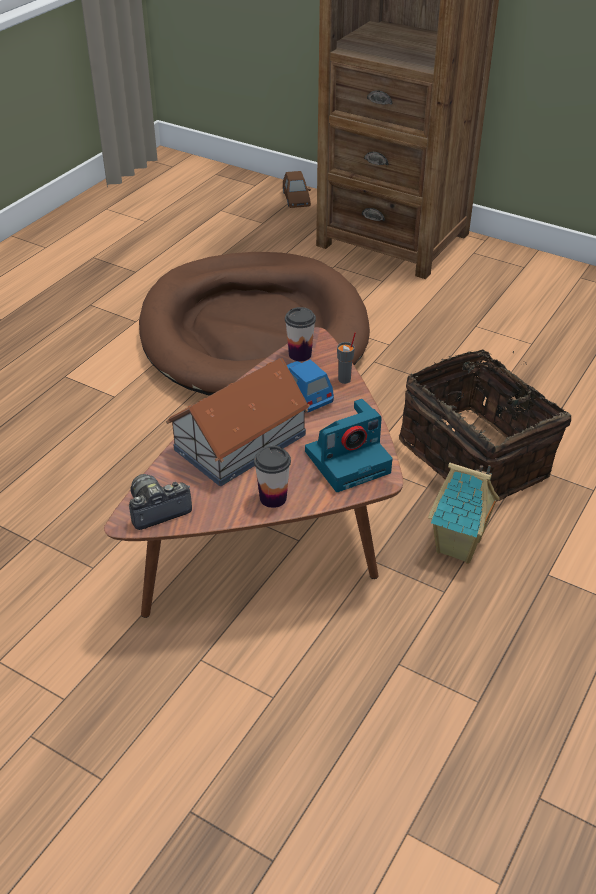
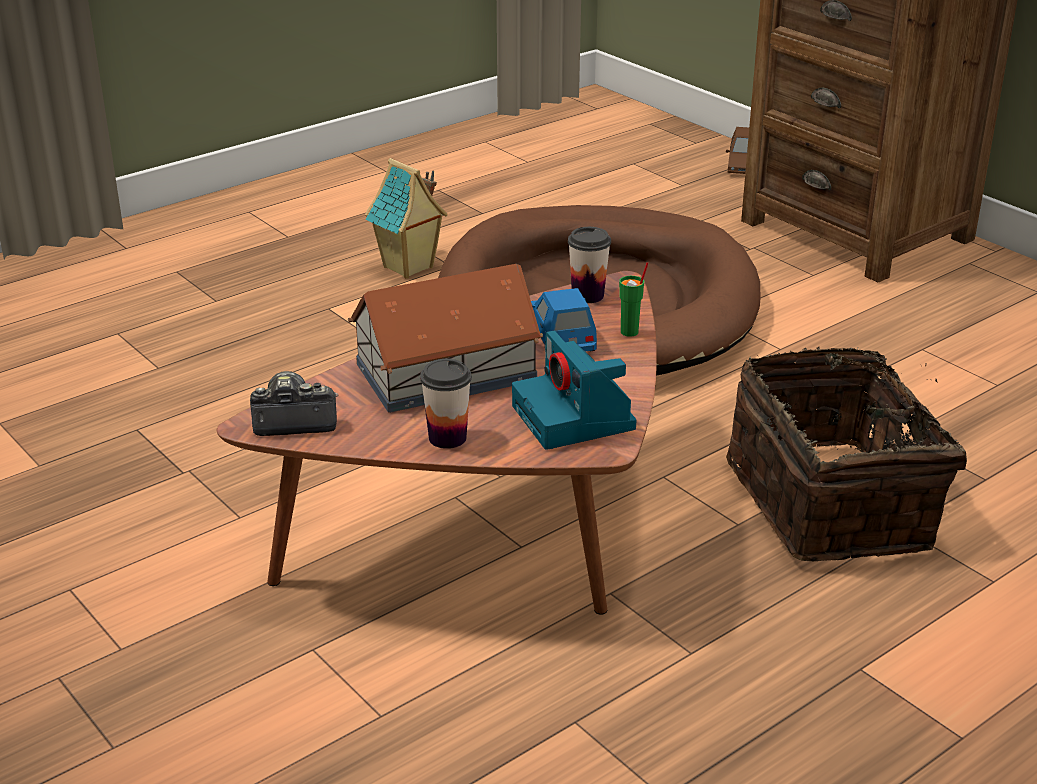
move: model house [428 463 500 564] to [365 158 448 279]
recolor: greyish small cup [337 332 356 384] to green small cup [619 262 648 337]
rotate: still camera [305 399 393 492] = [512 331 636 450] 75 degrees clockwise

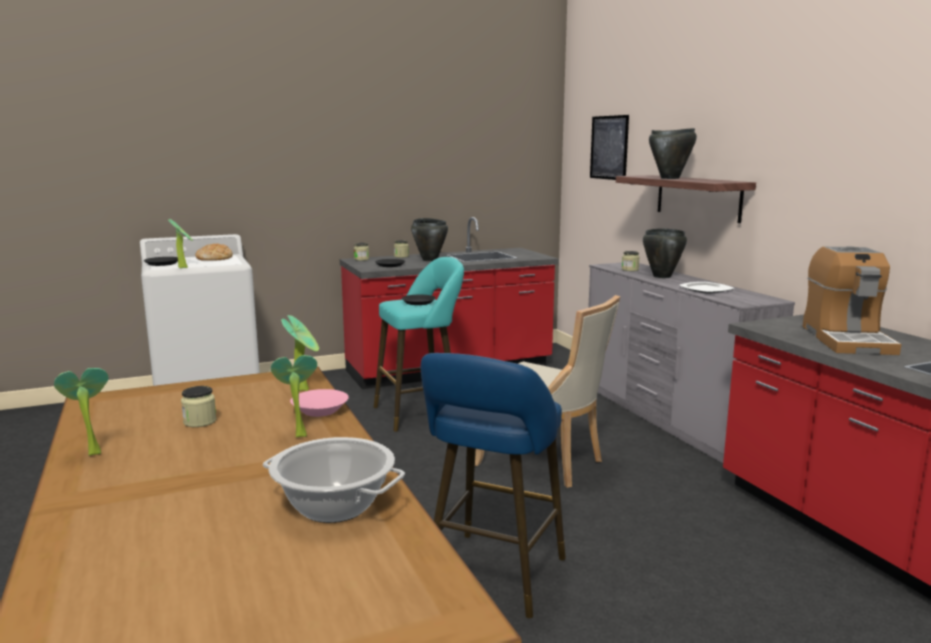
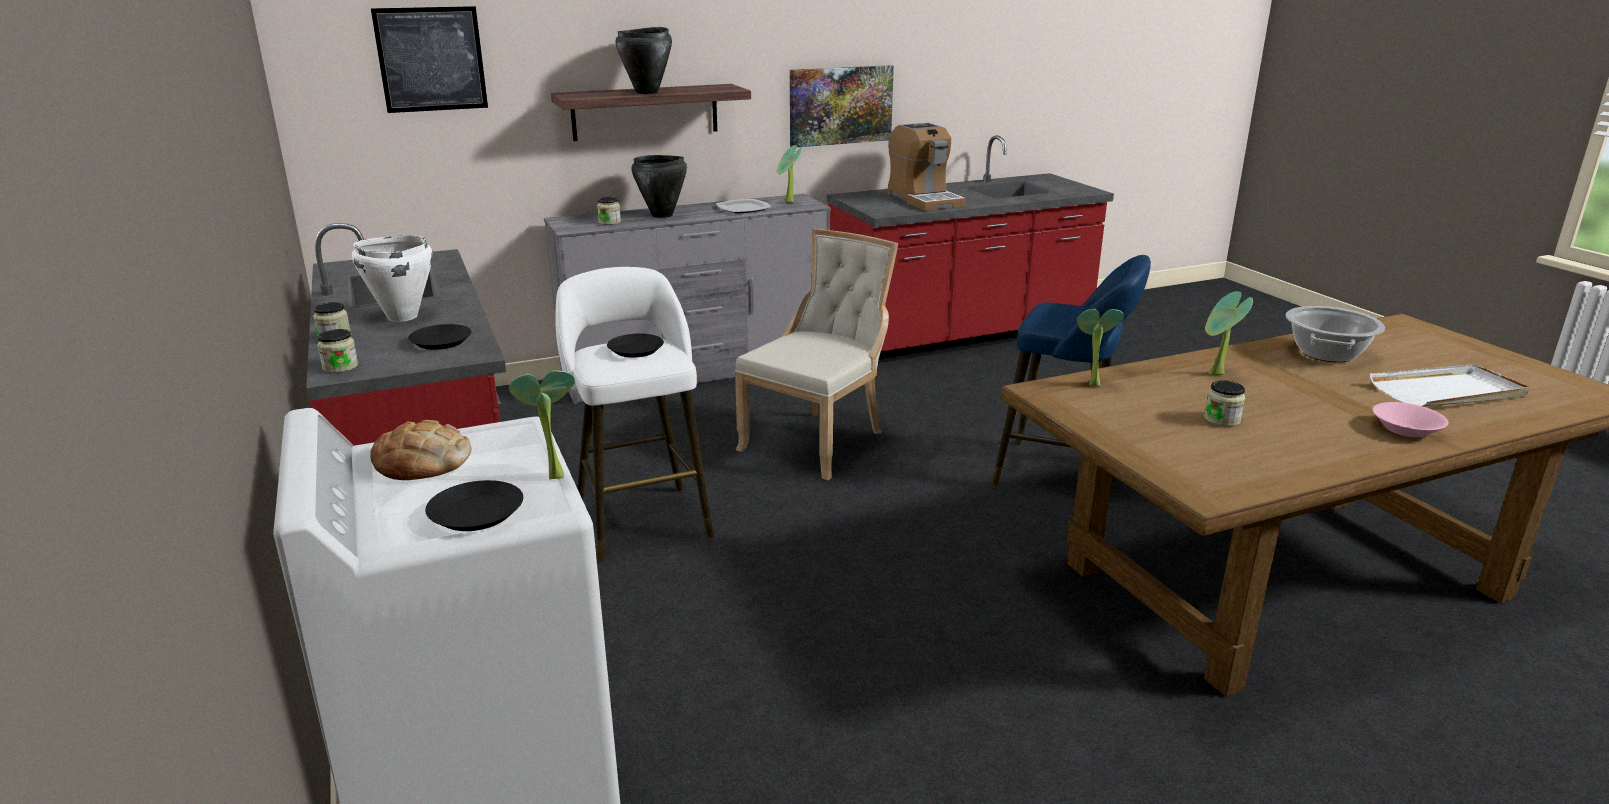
insert: wall art [790 65 894 147]; white-coloured serving tray [1369 364 1530 407]
move: potted plant [54 368 108 456] to [777 145 802 203]; pink deep dish [290 389 349 417] to [1372 402 1448 437]
recolor: black-coloured cooking pot [411 218 448 261] to white-coloured cooking pot [352 236 433 322]; turquoise-coloured stool seat [374 257 464 432] to white-coloured stool seat [556 267 714 562]
rotate: coffee brewer [803 246 901 355] = [888 123 966 211] 60 degrees clockwise

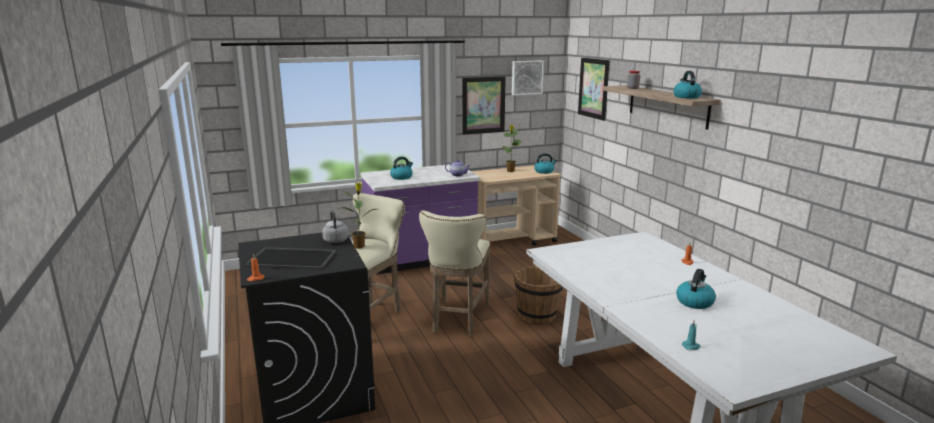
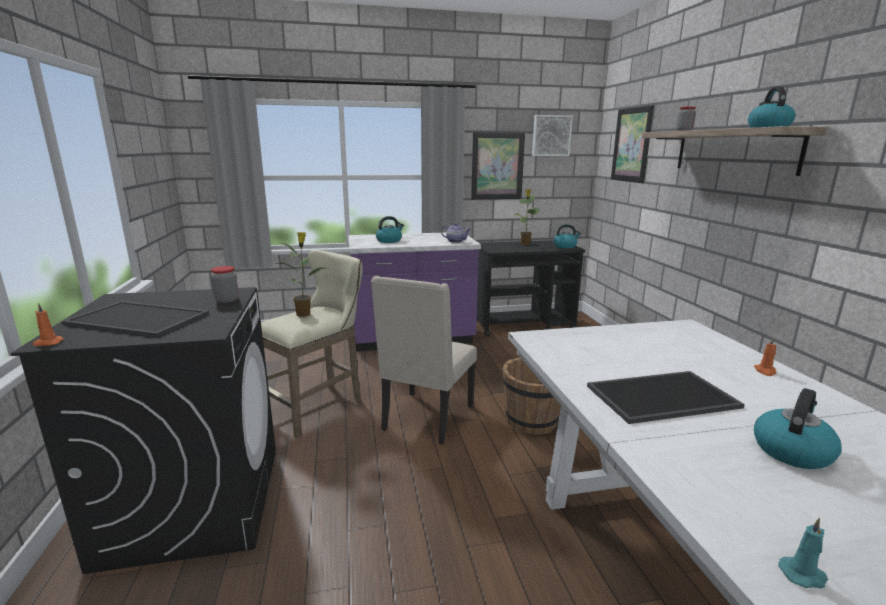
insert: serving tray [587 371 745 424]
replace: greyish water kettle [322 210 348 243] to storage jar [211 266 239 303]; beige stool seat [419 210 490 337] to beige chair [371 276 477 444]
recolor: beige trolley [471 165 561 245] to black-coloured trolley [477 240 585 336]

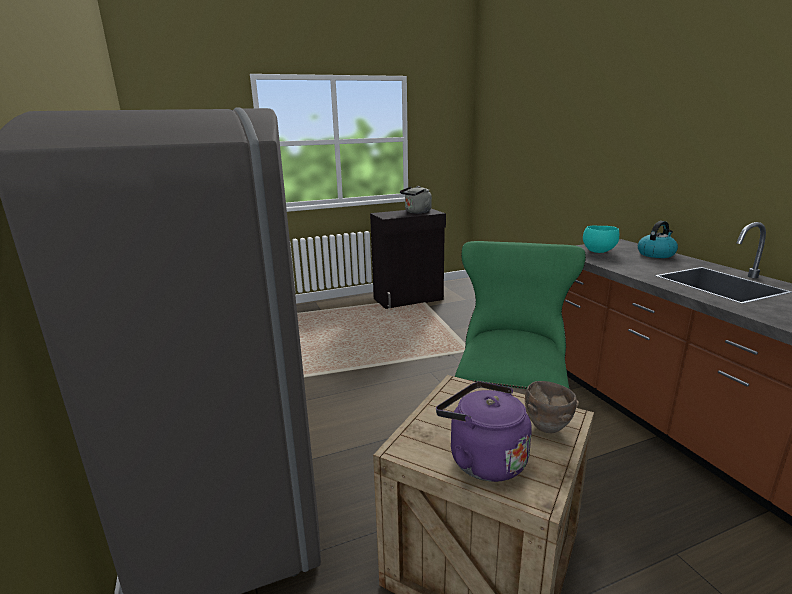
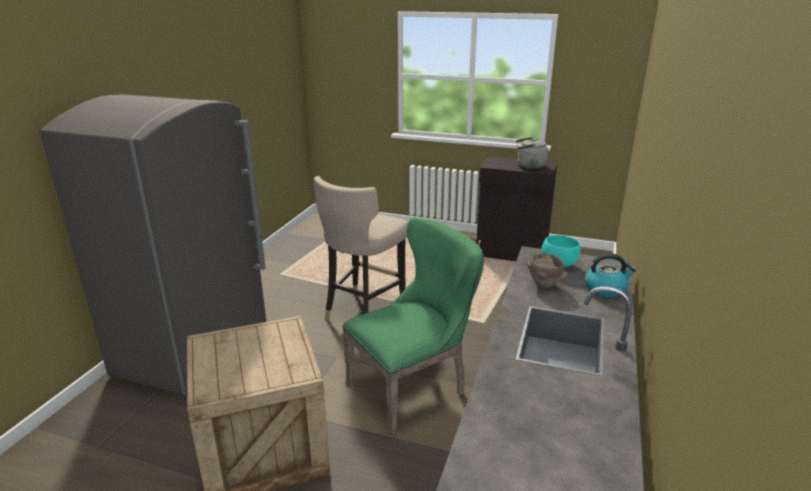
delete: purple water kettle [436 381 532 482]
insert: beige stool seat [314 176 408 320]
move: brown deep dish [525 381 579 433] to [527 254 568 289]

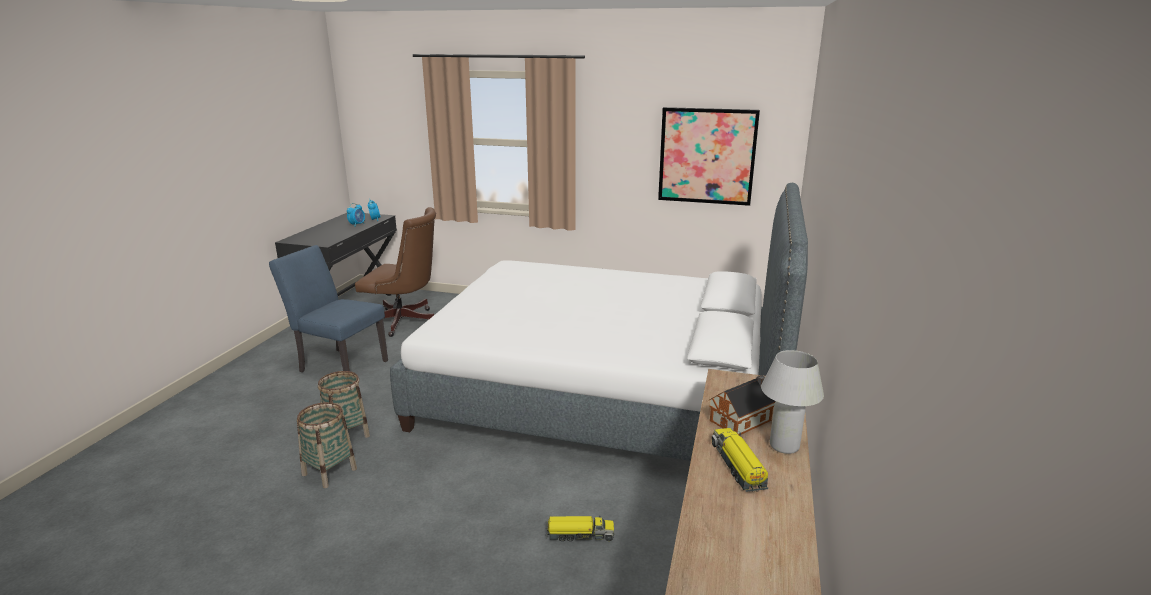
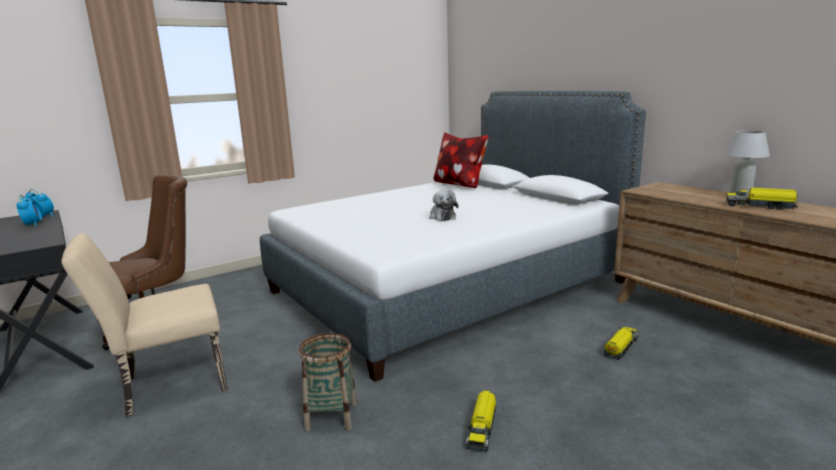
delete: storage basket [297 402 357 488]; wall art [658 107 760 206]; model house [709 375 775 435]
insert: soft toy [430 190 458 221]; throw pillow [433 133 489 188]; model truck [466 390 496 452]
recolor: blue-coloured chair [269 245 388 372] to beige chair [61 233 228 417]

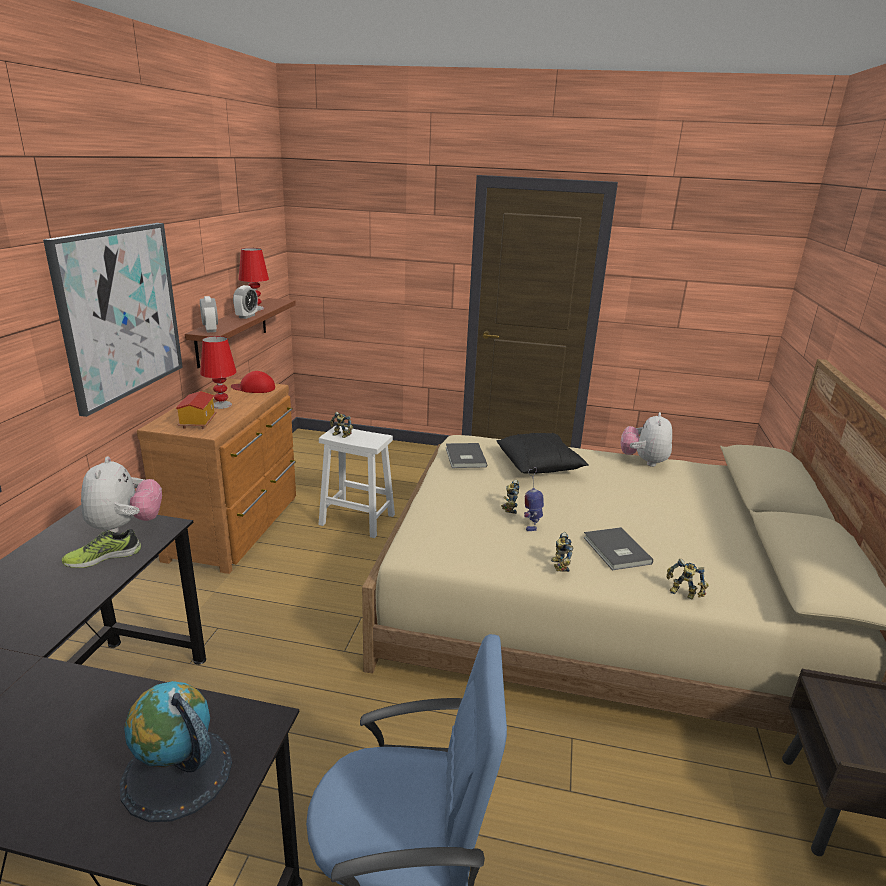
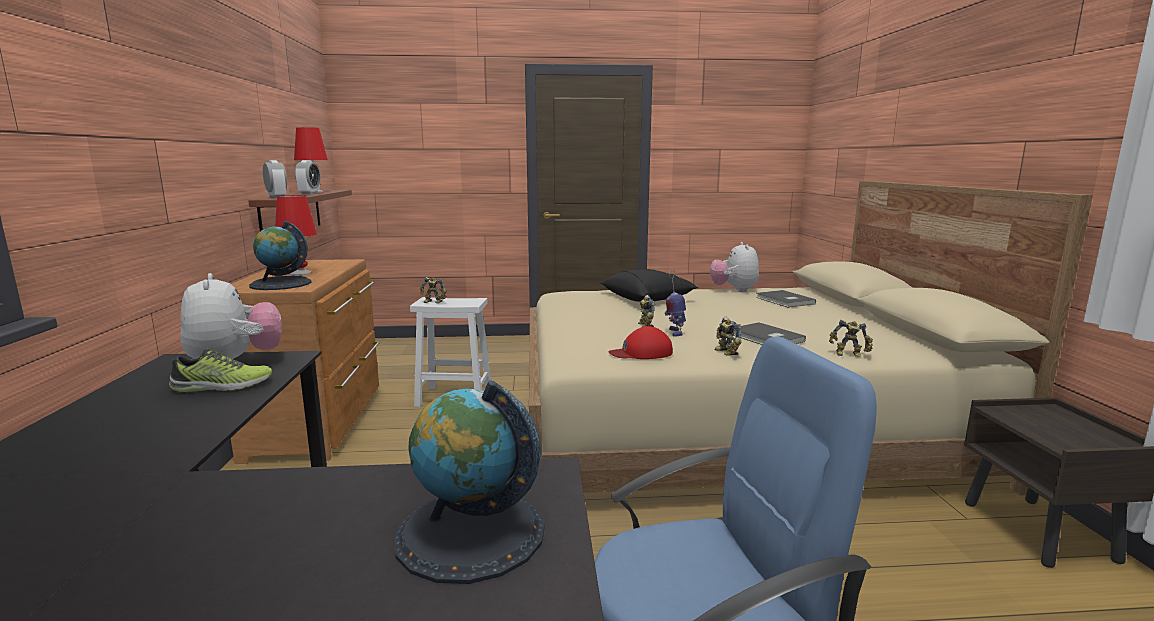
delete: wall art [43 223 183 417]
move: reddish cap [231 371 275 393] to [608 326 673 359]; greyish bound book [446 443 487 468] to [756 290 816 308]
replace: model house [176 391 217 429] to globe [249 221 312 290]
rotate: item of footwear [62 529 141 568] = [169 349 272 393] 150 degrees counterclockwise

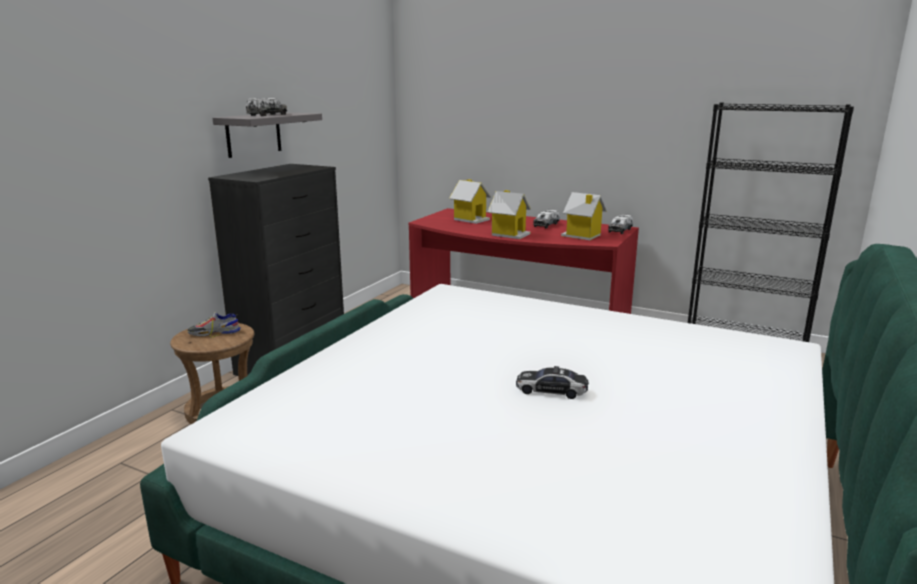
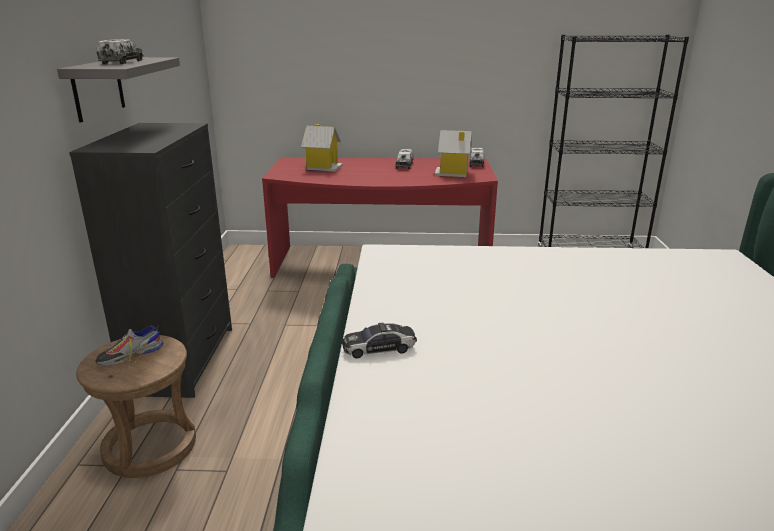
delete: model house [487 190 531 239]
move: model car [516 366 589 399] to [342 323 417 359]

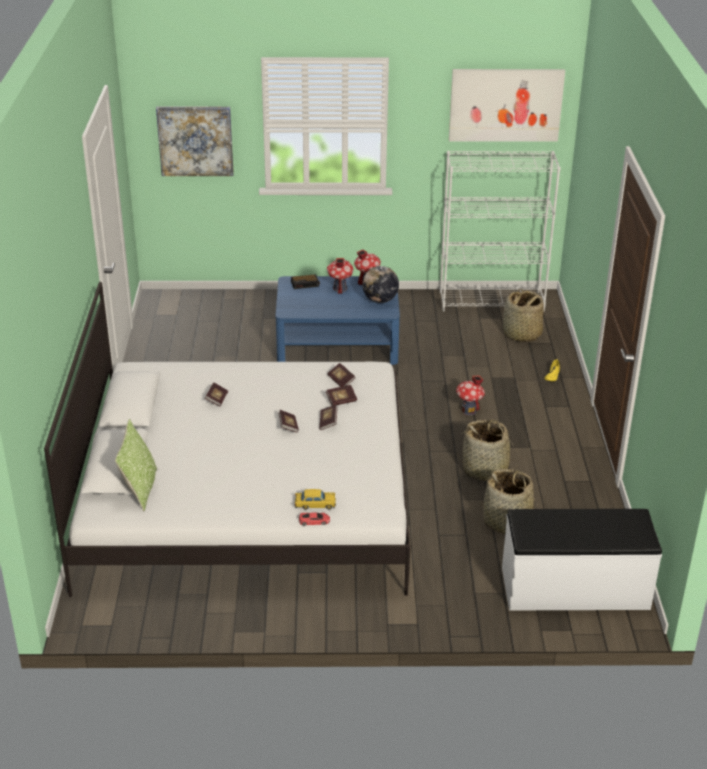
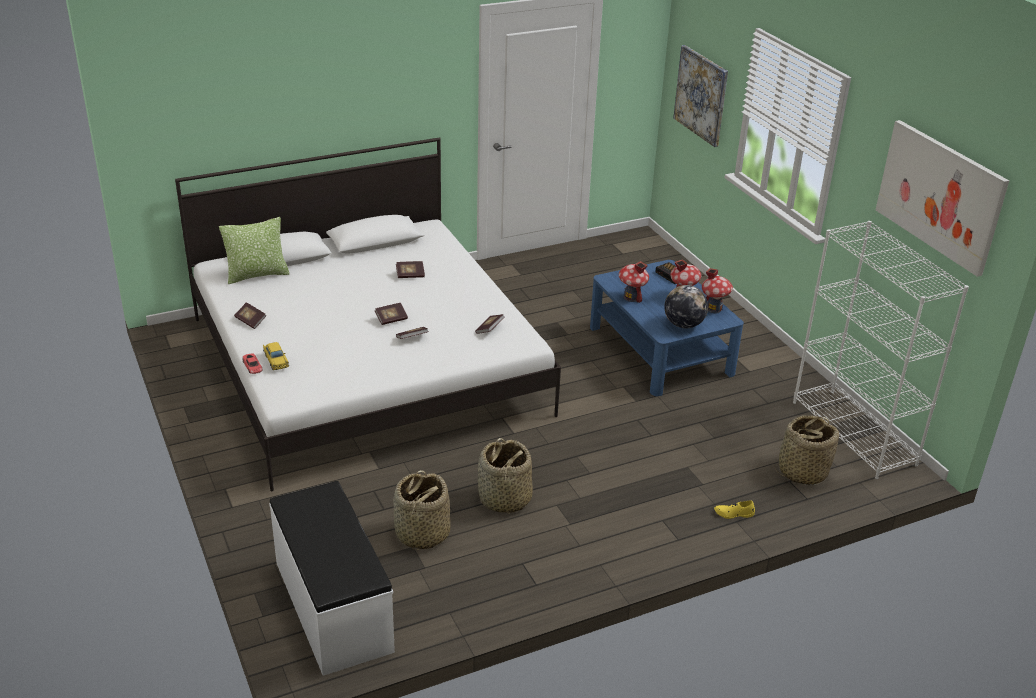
move: bound book [326 385 357 406] to [234 302 266 329]; model house [456 375 485 415] to [619 261 649 303]

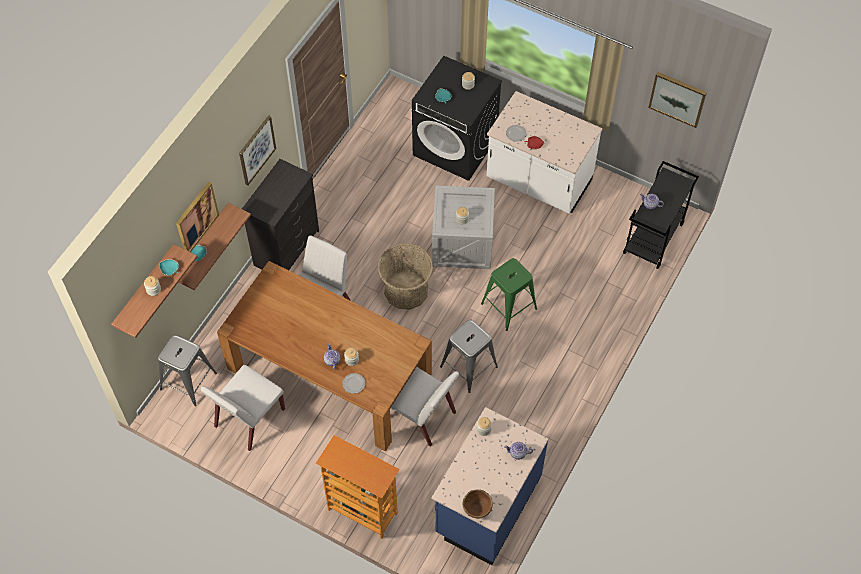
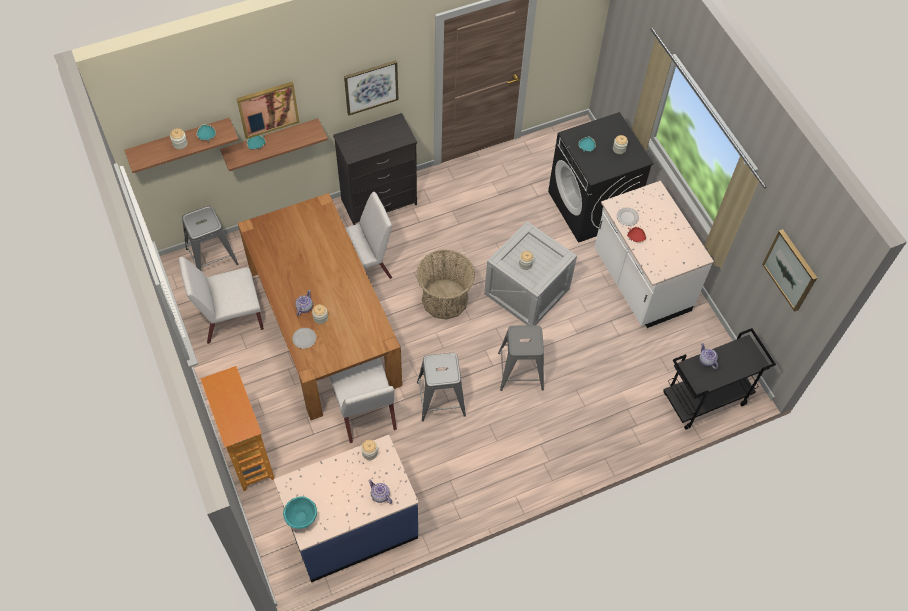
recolor: brown deep dish [462 489 493 519] to turquoise-coloured deep dish [283 496 317 529]; green stool seat [481 258 537 331] to greyish stool seat [498 325 544 391]

